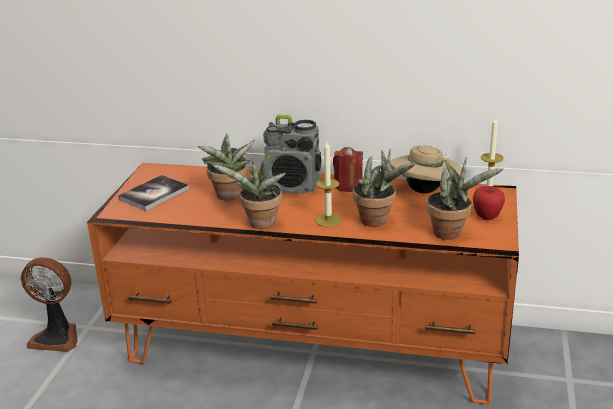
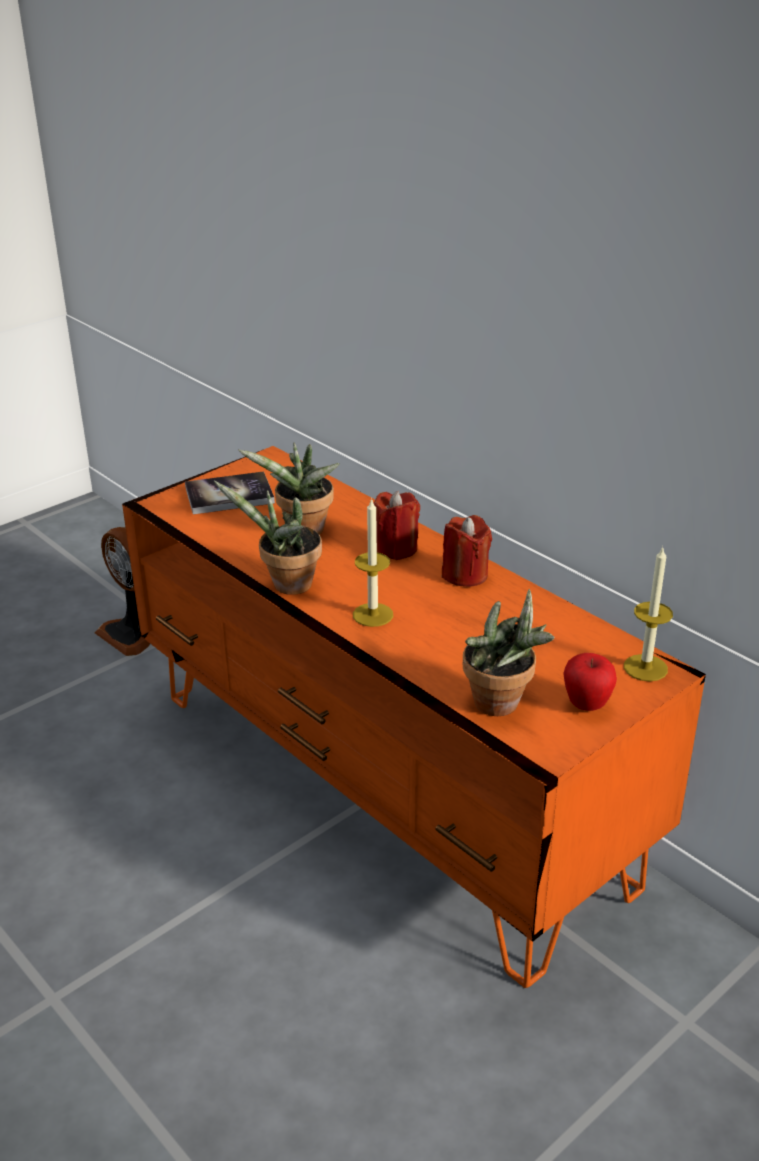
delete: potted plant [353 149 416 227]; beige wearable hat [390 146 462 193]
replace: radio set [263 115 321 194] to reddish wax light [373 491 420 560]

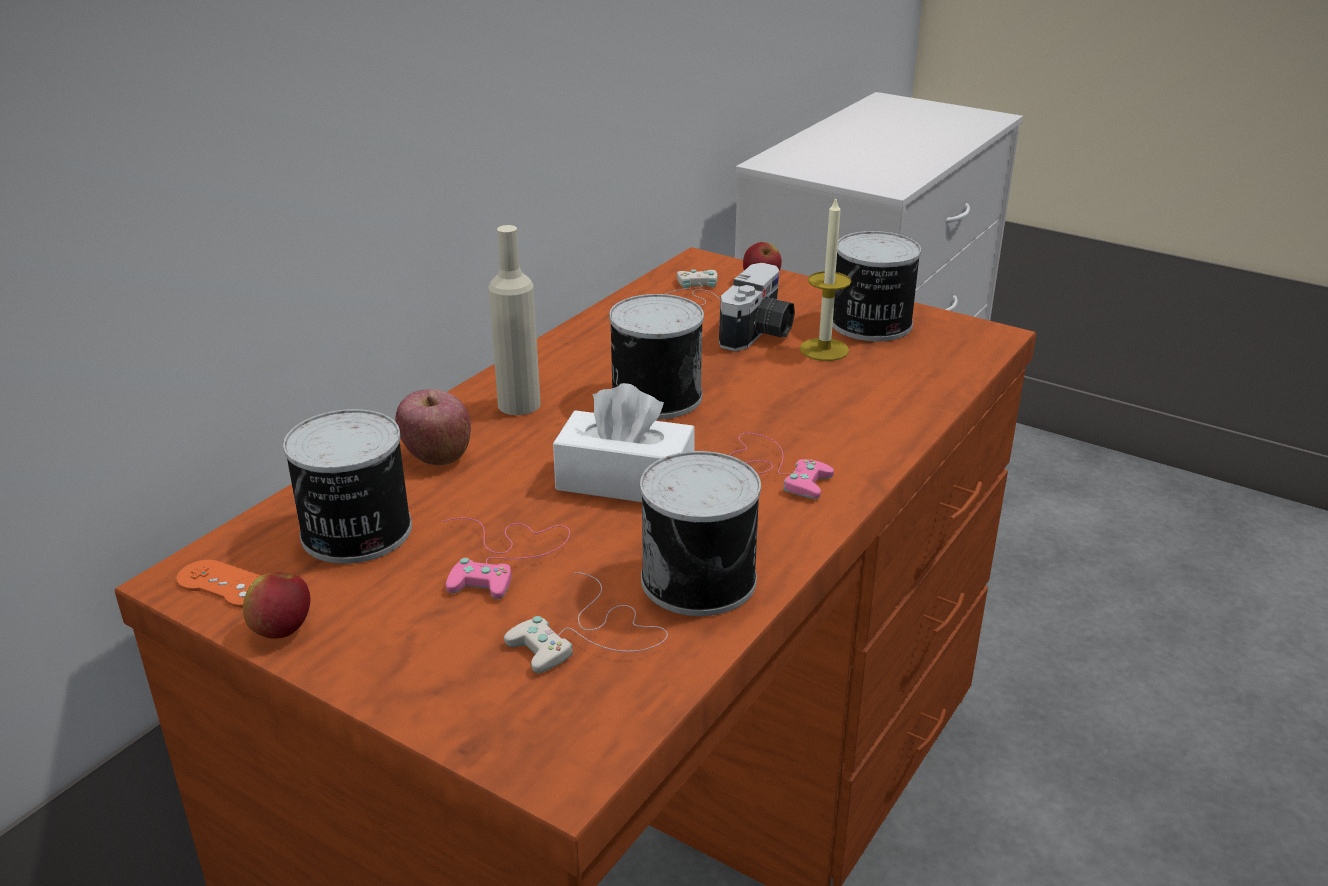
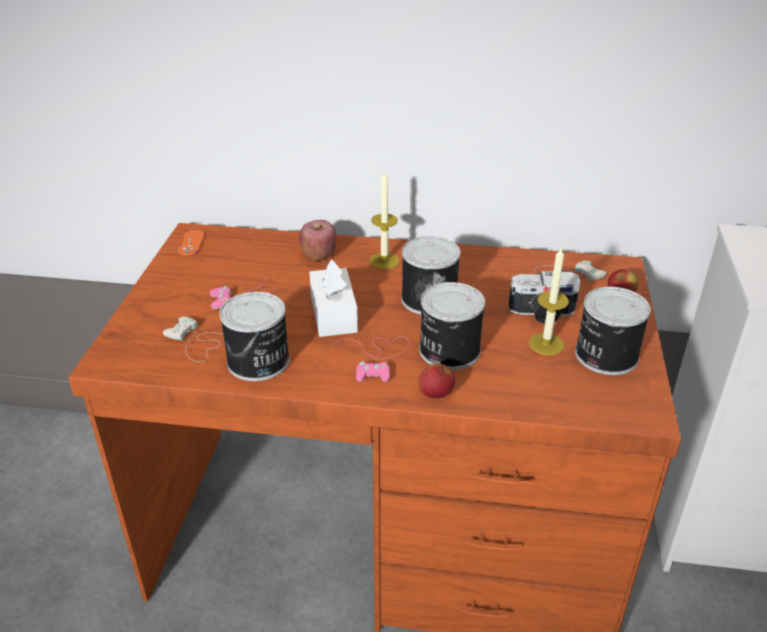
move: apple [243 572 310 639] to [418 363 455 398]; sealed can [283 409 412 564] to [419 282 485 370]
replace: beige bottle [489 225 541 415] to wax light [369 171 400 269]

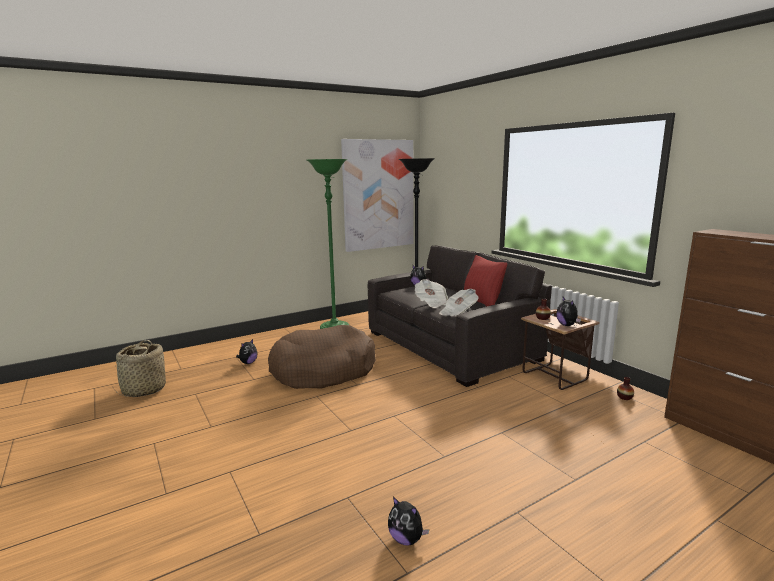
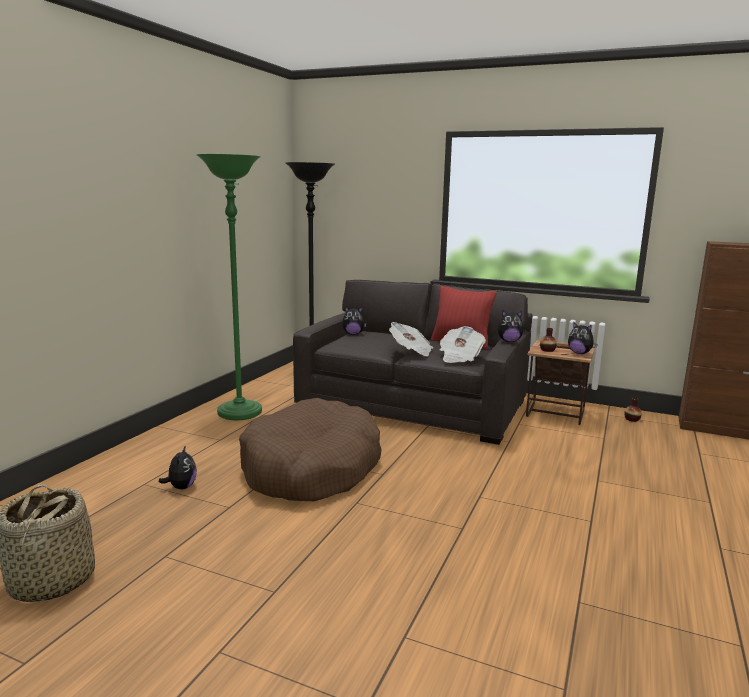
delete: wall art [341 139 413 252]
move: soft toy [388 497 429 546] to [498 311 524 342]

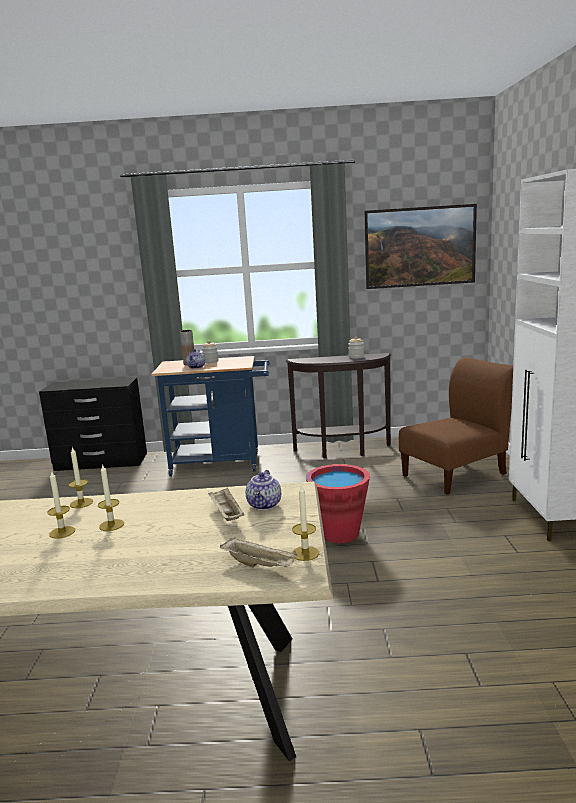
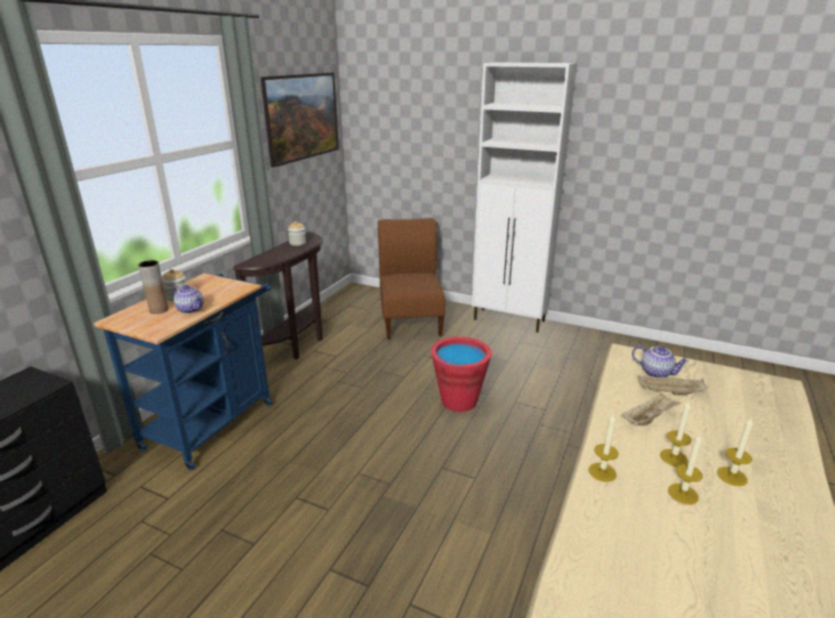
move: beige serving tray [220 538 297 567] to [622 393 681 426]; wax light [292 484 319 561] to [717 417 753 486]

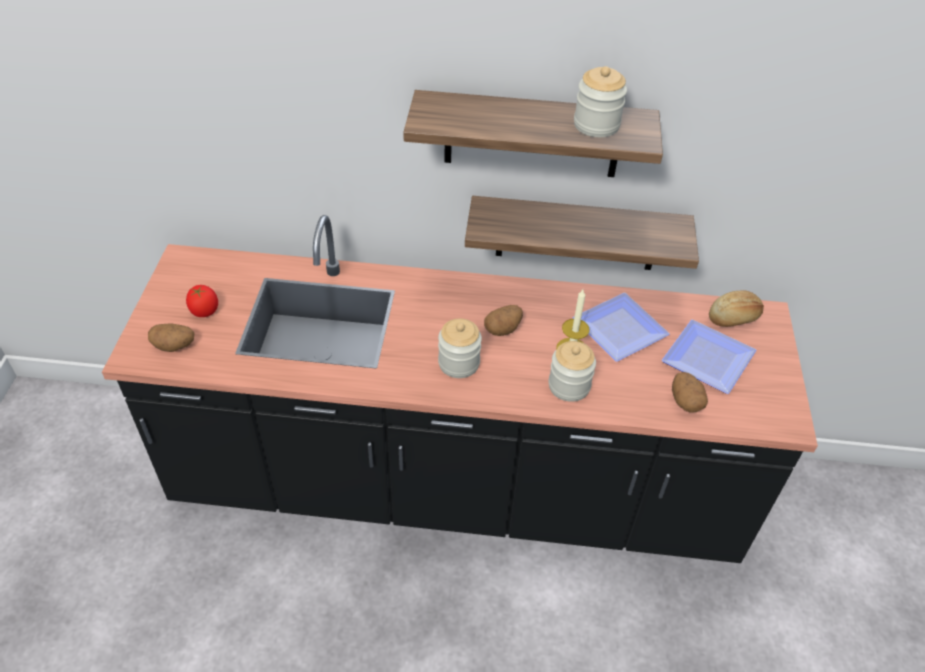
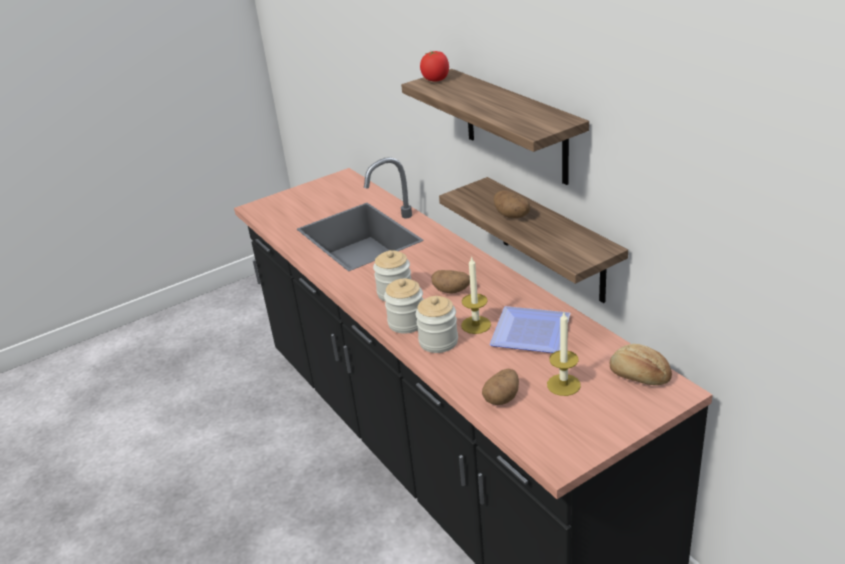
move: storage jar [574 66 627 137] to [384 279 424 334]; fresh tomato [186 285 218 317] to [420 51 449 82]; potato [148 324 195 352] to [494 190 530 218]
replace: flat dish [662 319 756 394] to wax light [547 312 581 396]

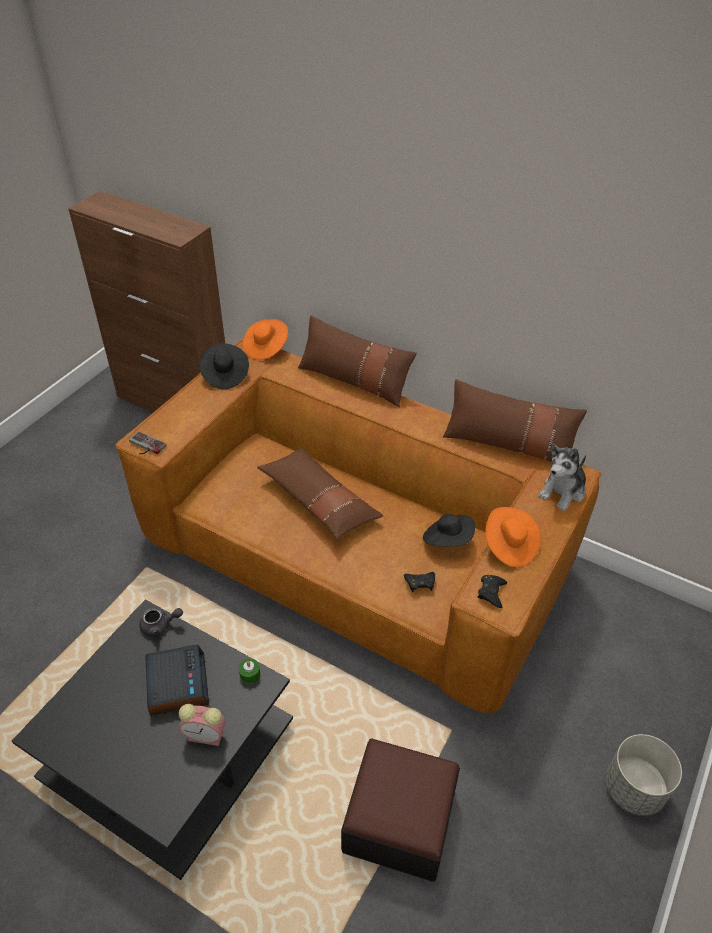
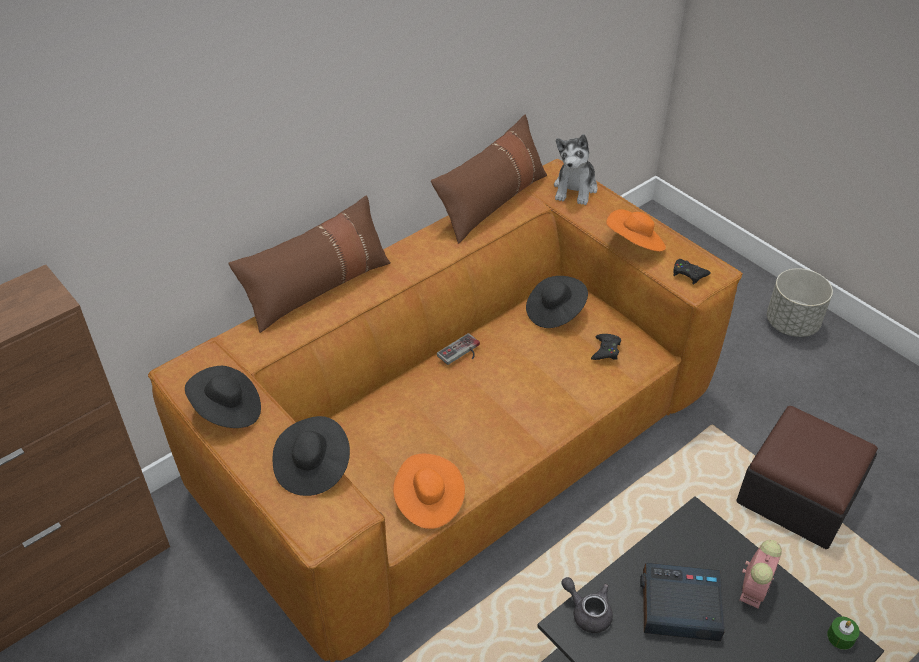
delete: brown throw pillow [257 448 384 539]
insert: black-coloured wearable hat [273 416 350 496]
move: orange wearable hat [243 319 288 360] to [393 454 465 529]; gamepad [129 431 167 454] to [437 333 480 365]; green wax light [239 658 260 684] to [827 617 860 650]
rotate: soft toy [538 443 586 511] = [554 134 598 205] 45 degrees clockwise; greyish tea pot [139 608 183 637] = [561 577 613 633] 60 degrees counterclockwise

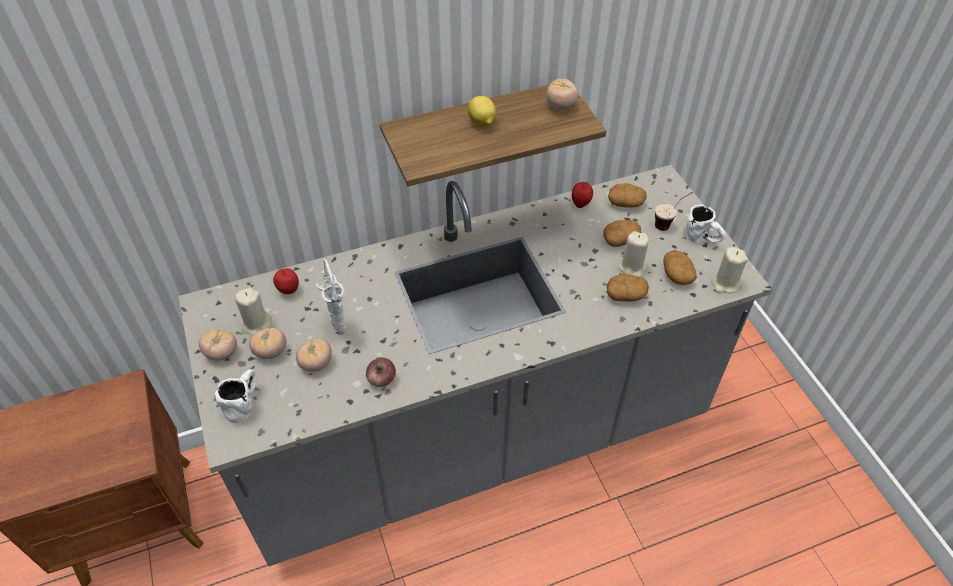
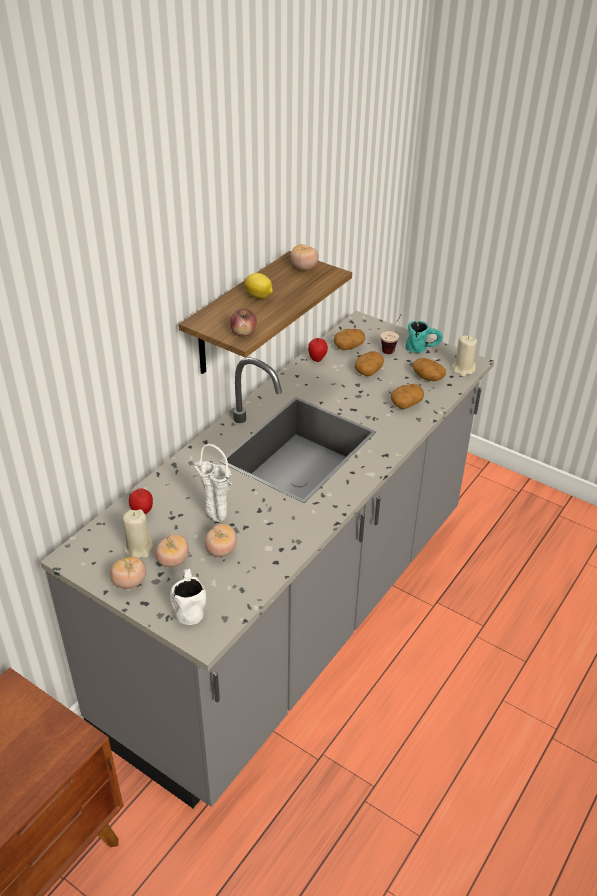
delete: beige wax light [619 231 649 277]
move: apple [366 358 396 387] to [230 309 257 336]
recolor: white-coloured mug [683 204 726 243] to turquoise-coloured mug [405 321 443 353]

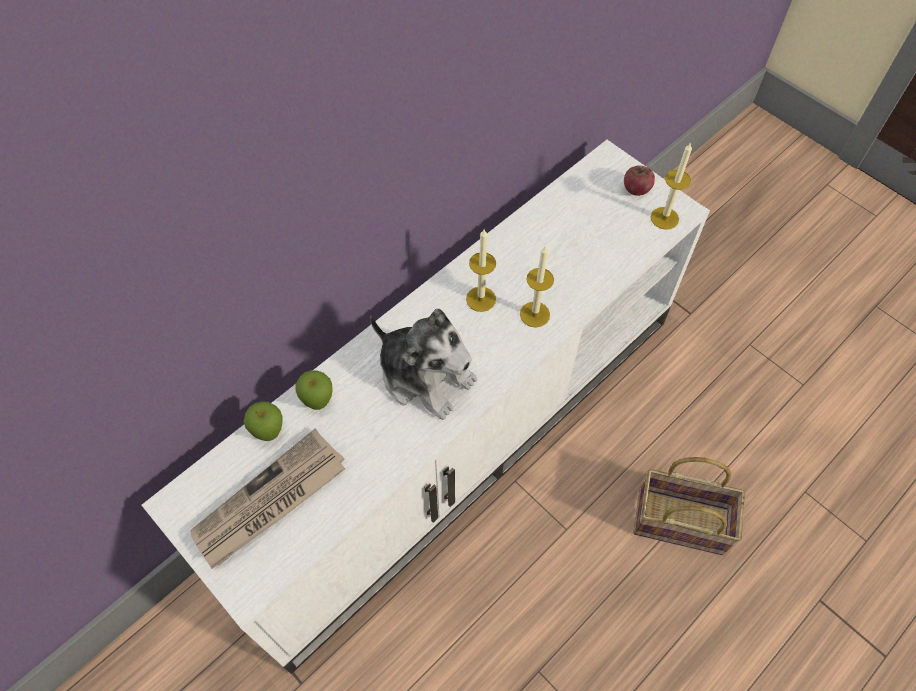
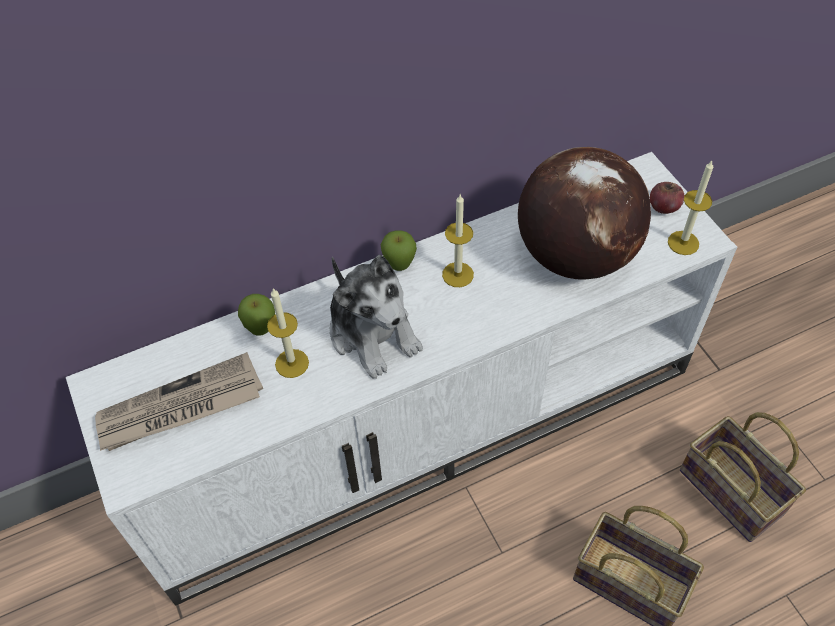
insert: globe [518 147 651 280]; storage basket [680 412 806 542]
move: wax light [520 245 554 328] to [267 288 309 378]; apple [244 402 283 441] to [380 230 417 271]

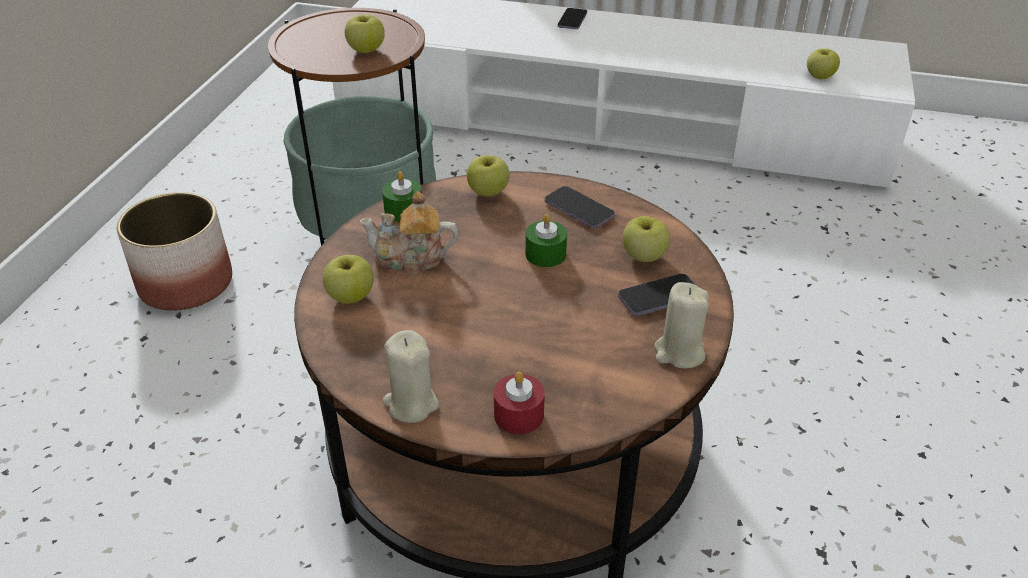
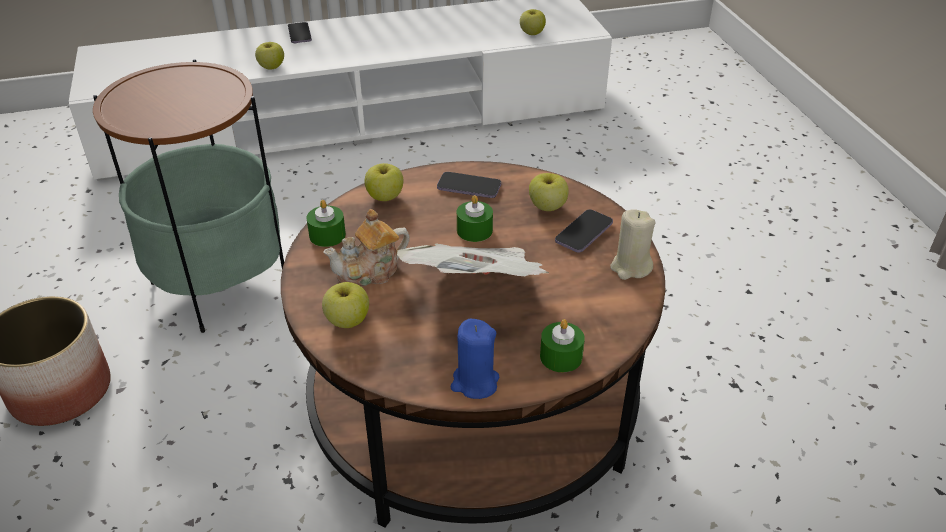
insert: daily paper [397 243 548 276]
move: apple [345 15 385 53] to [255 42 284 69]
recolor: beige wax light [383 330 439 423] to blue-coloured wax light [451 319 499 399]; reddish wax light [494 372 545 434] to green wax light [540 319 585 372]

